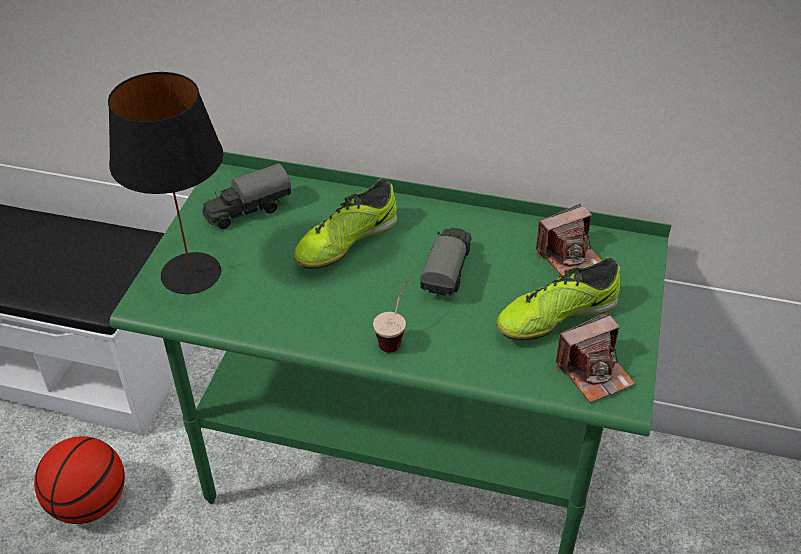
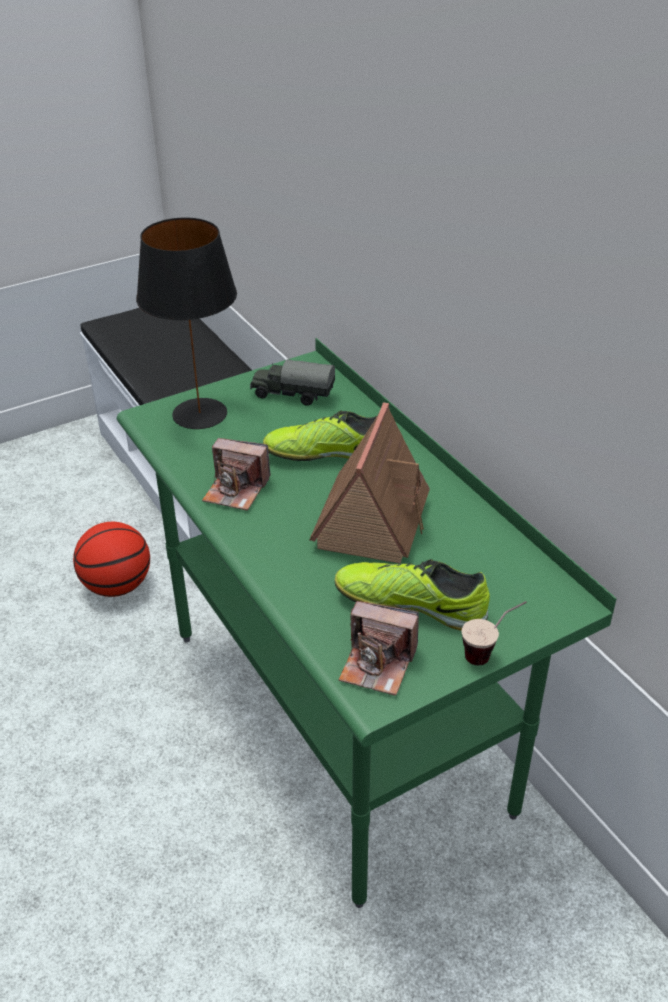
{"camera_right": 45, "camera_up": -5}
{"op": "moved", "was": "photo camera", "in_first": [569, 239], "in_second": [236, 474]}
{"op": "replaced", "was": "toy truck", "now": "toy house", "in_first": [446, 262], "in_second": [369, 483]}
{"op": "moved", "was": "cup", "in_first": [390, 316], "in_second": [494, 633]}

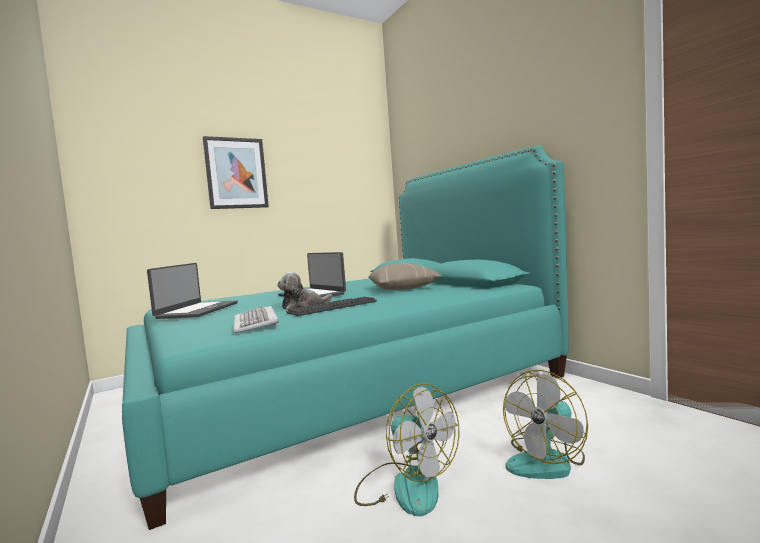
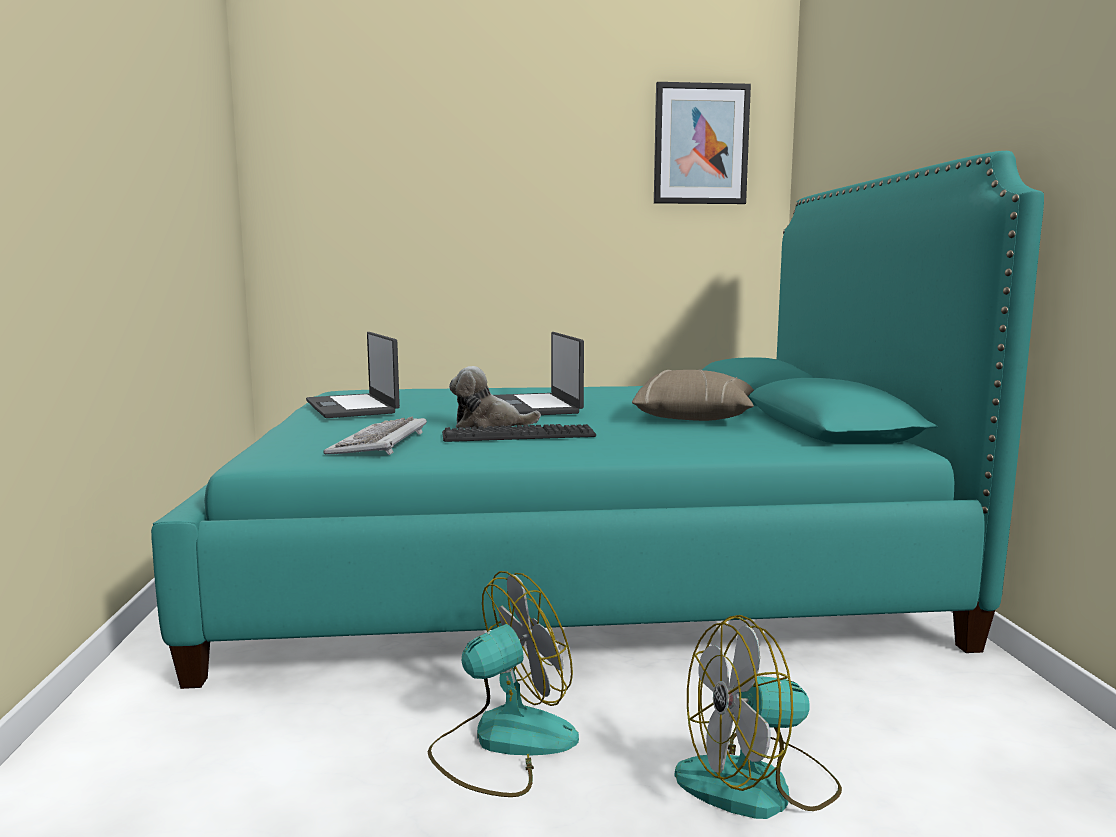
{"camera_right": 25, "camera_up": 5}
{"op": "moved", "was": "picture", "in_first": [236, 172], "in_second": [702, 143]}
{"op": "turned", "was": "laptop", "in_first": [192, 291], "in_second": [353, 375], "clockwise": 120}
{"op": "turned", "was": "fan", "in_first": [406, 449], "in_second": [503, 684], "clockwise": -105}

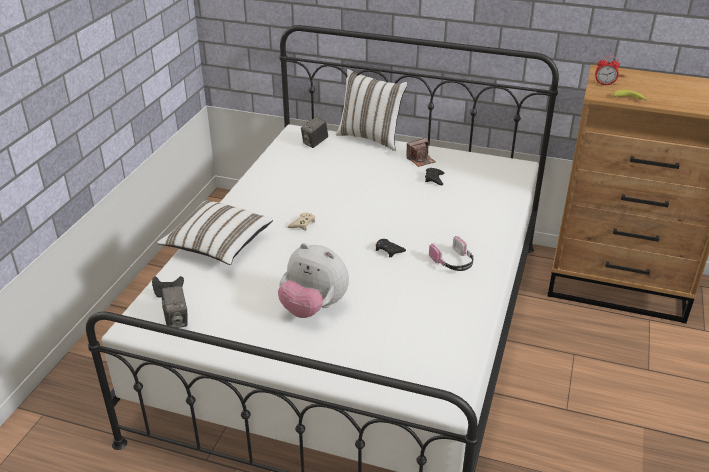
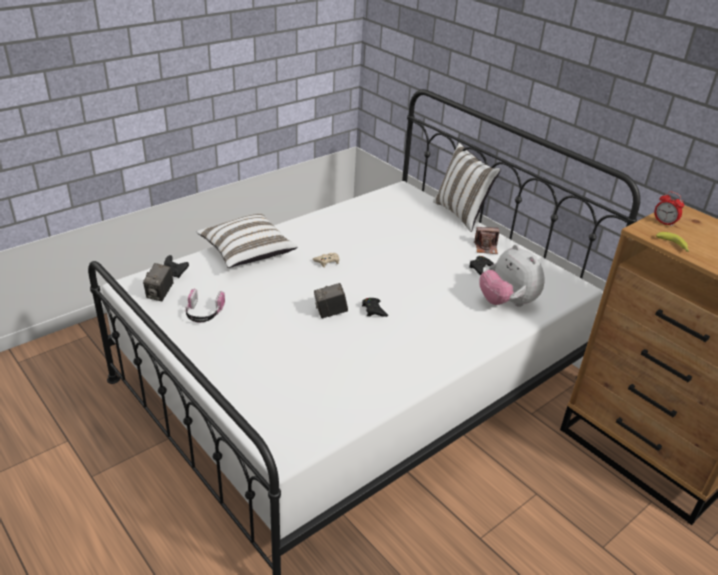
{"camera_right": 30, "camera_up": 0}
{"op": "moved", "was": "photo camera", "in_first": [314, 132], "in_second": [331, 300]}
{"op": "moved", "was": "headphones", "in_first": [451, 253], "in_second": [204, 305]}
{"op": "moved", "was": "plush toy", "in_first": [313, 280], "in_second": [512, 275]}

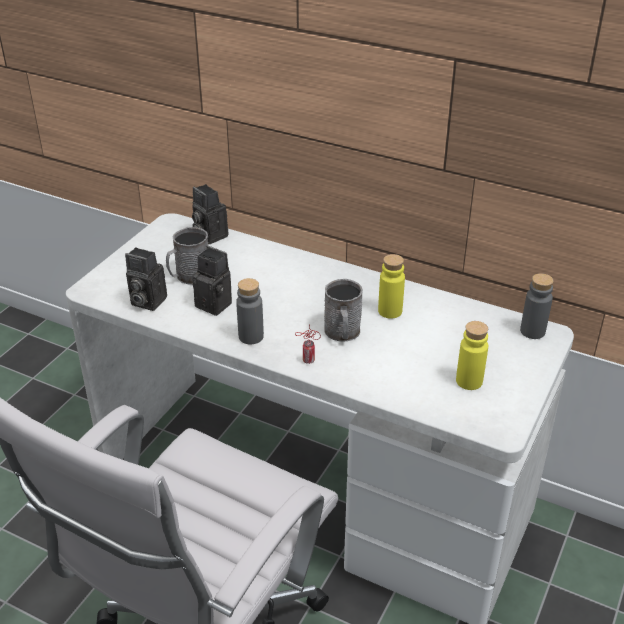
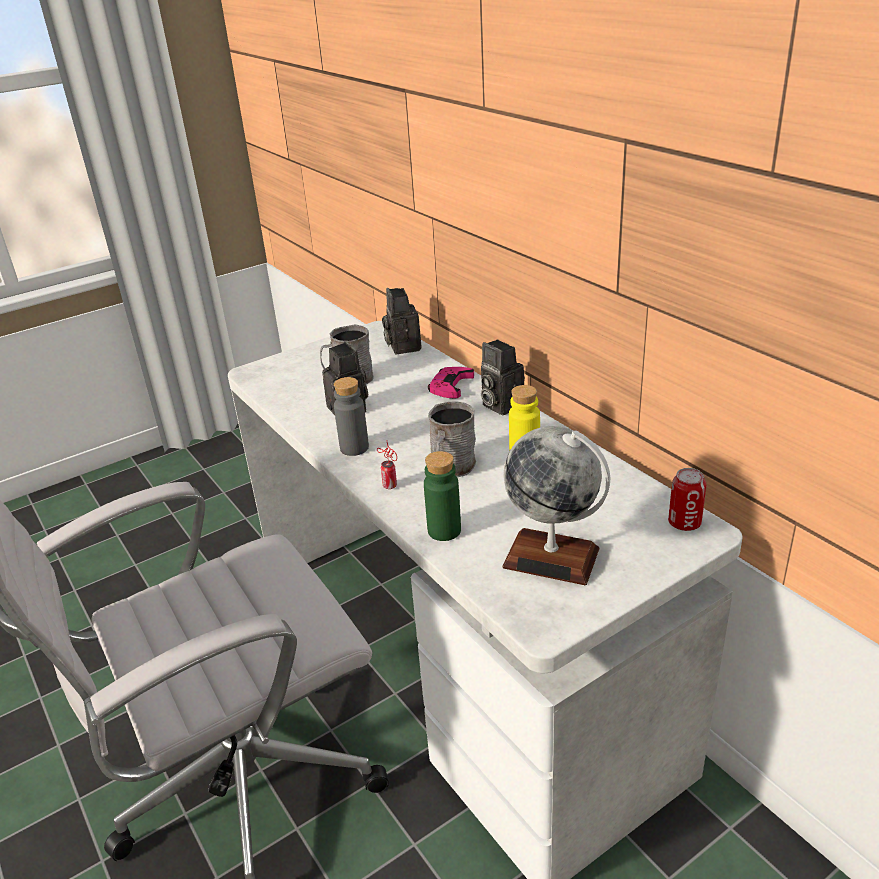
{"camera_right": 30, "camera_up": -5}
{"op": "moved", "was": "photo camera", "in_first": [146, 279], "in_second": [503, 377]}
{"op": "replaced", "was": "bottle (grey)", "now": "can", "in_first": [537, 306], "in_second": [687, 499]}
{"op": "replaced", "was": "bottle (yellow)", "now": "globe", "in_first": [472, 355], "in_second": [556, 505]}
{"op": "added", "now": "game controller (pink)", "in_second": [451, 382]}
{"op": "added", "now": "bottle (green)", "in_second": [442, 496]}

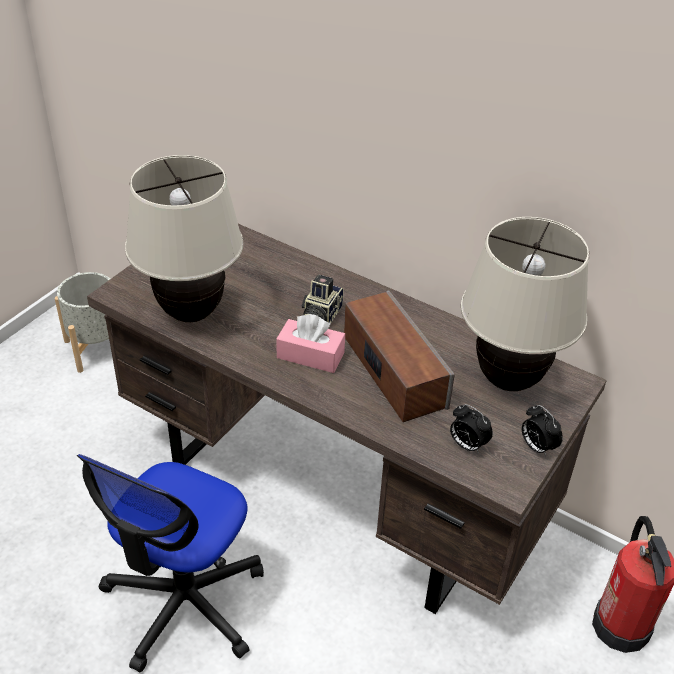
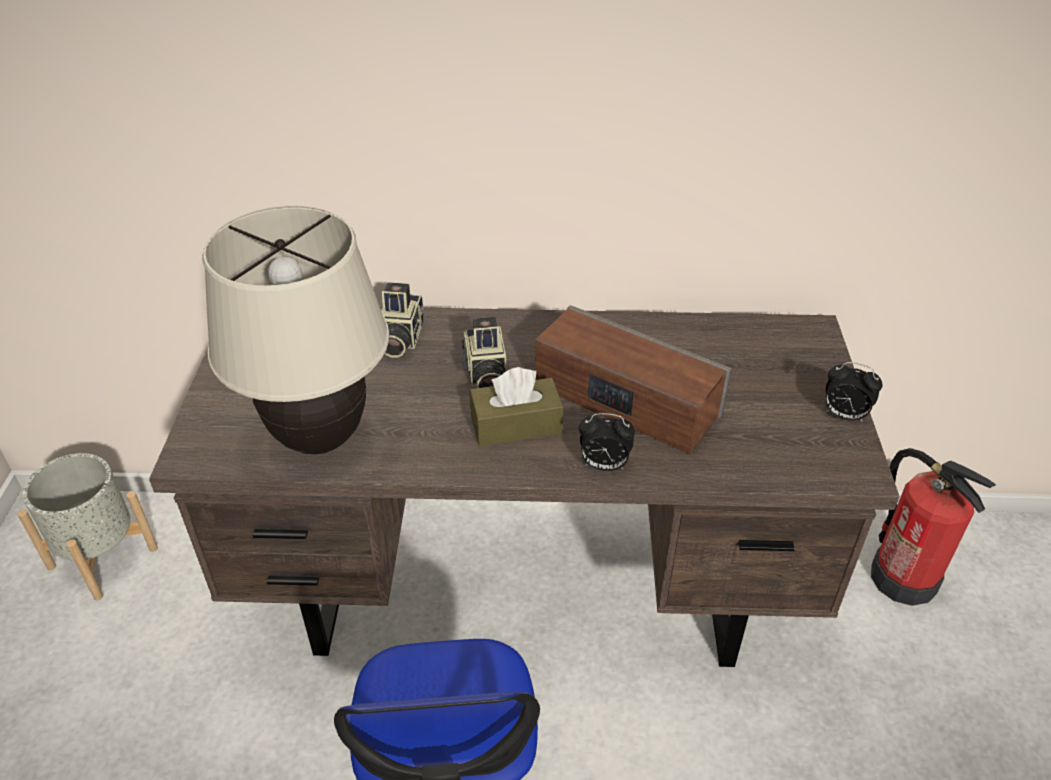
{"camera_right": -30, "camera_up": 0}
{"op": "removed", "was": "table lamp (beige)", "in_first": [525, 304]}
{"op": "recoloured", "was": "tissue box (pink)", "now": "tissue box (brown)", "in_first": [310, 343], "in_second": [516, 406]}
{"op": "moved", "was": "alarm clock", "in_first": [471, 429], "in_second": [607, 442]}
{"op": "added", "now": "photo camera", "in_second": [402, 320]}

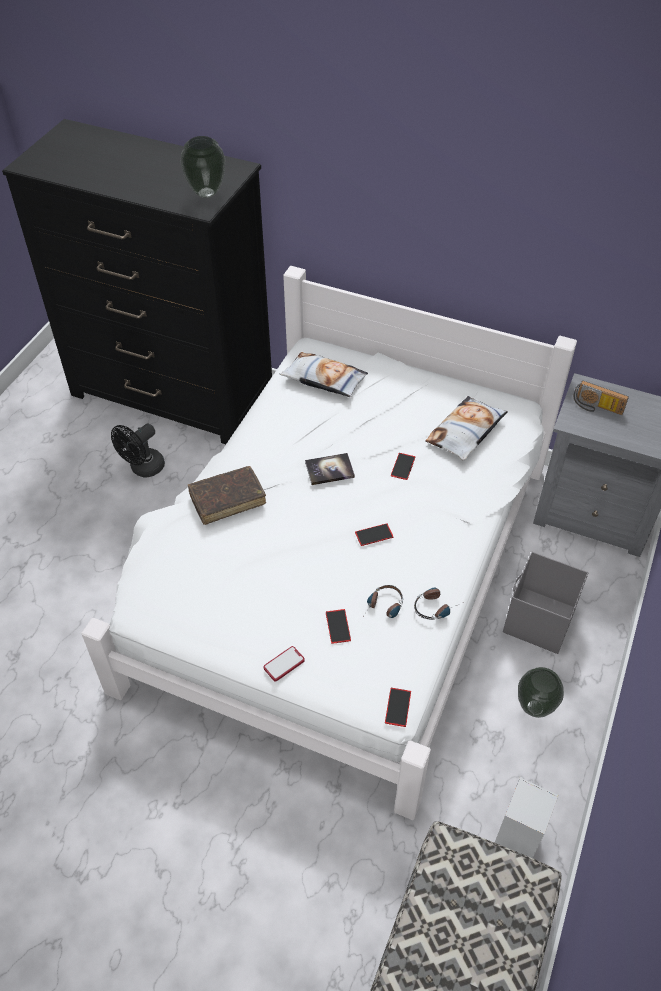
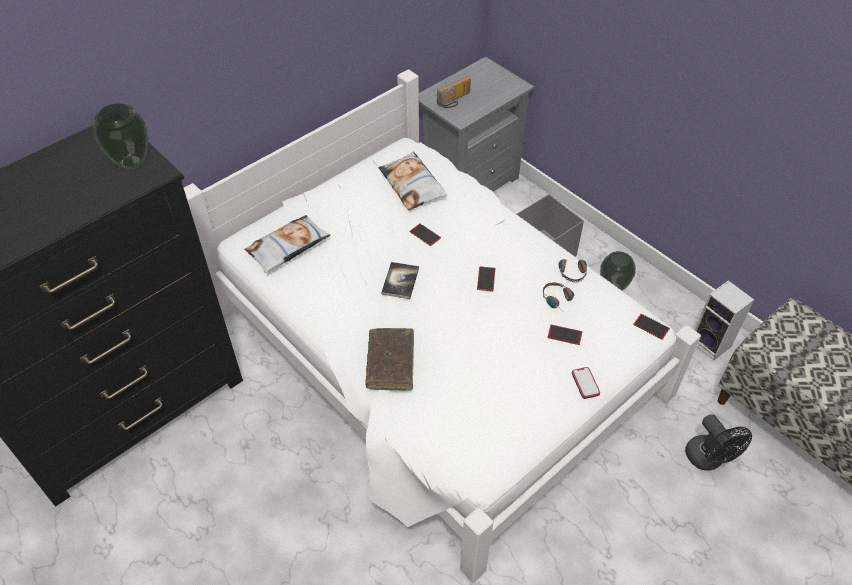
{"camera_right": -65, "camera_up": 0}
{"op": "moved", "was": "fan (black)", "in_first": [138, 450], "in_second": [718, 442]}

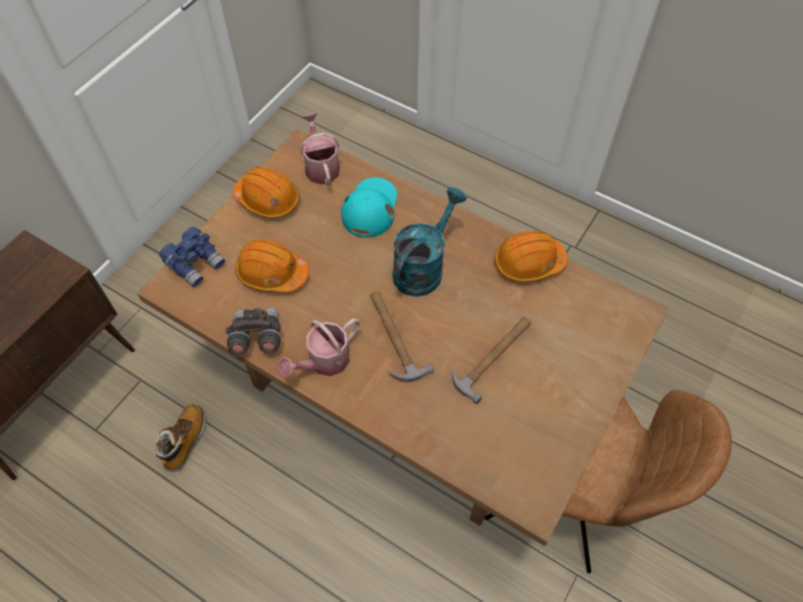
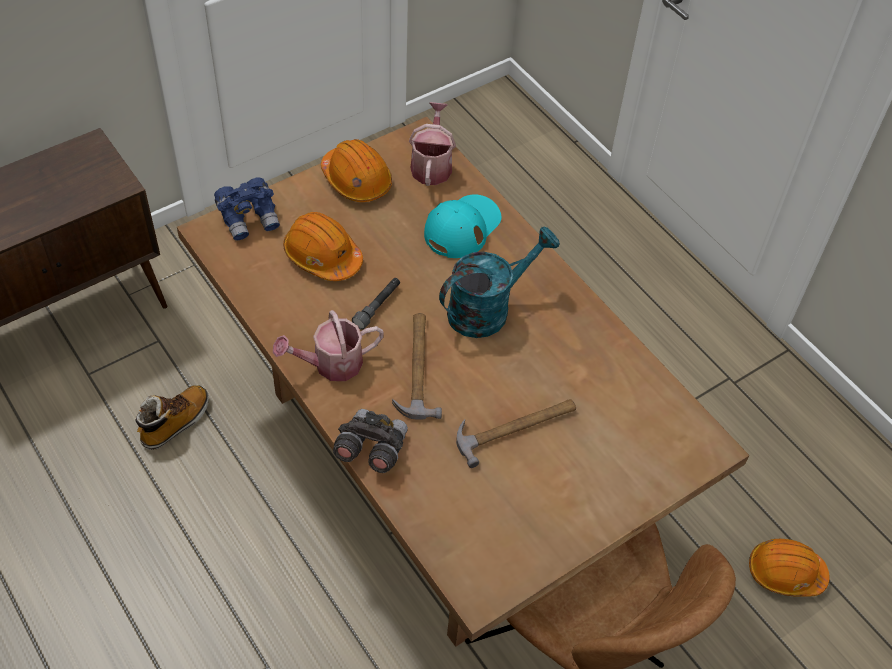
{"camera_right": 20, "camera_up": -5}
{"op": "moved", "was": "hard hat (orange)", "in_first": [531, 256], "in_second": [789, 568]}
{"op": "moved", "was": "binoculars (grey)", "in_first": [253, 332], "in_second": [370, 441]}
{"op": "added", "now": "flashlight (grey)", "in_second": [376, 304]}

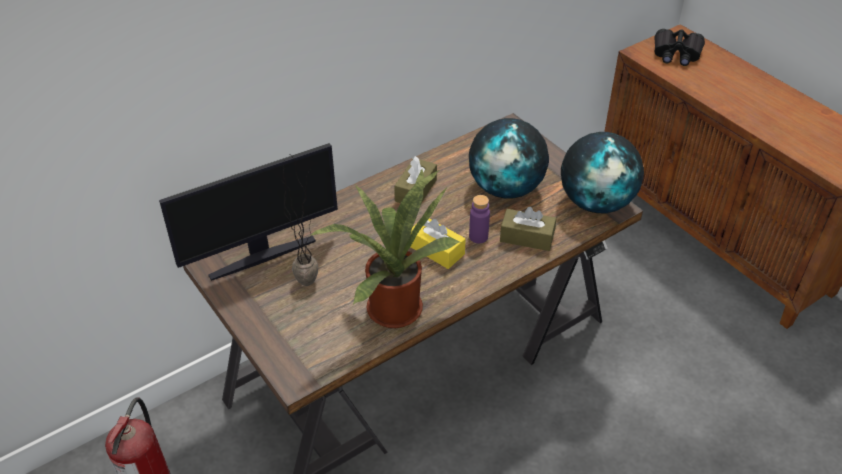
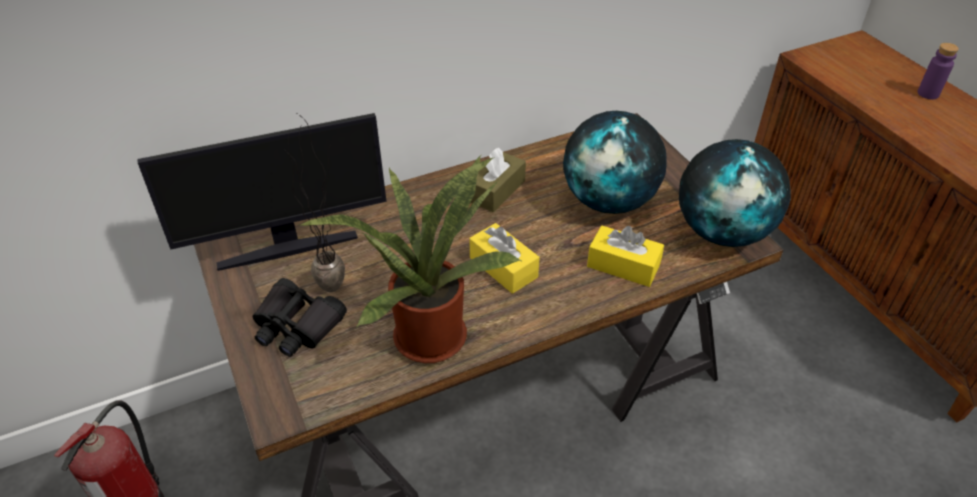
{"camera_right": 10, "camera_up": 0}
{"op": "moved", "was": "binoculars (black)", "in_first": [679, 47], "in_second": [300, 317]}
{"op": "moved", "was": "bottle (purple)", "in_first": [479, 219], "in_second": [938, 71]}
{"op": "recoloured", "was": "tissue box (brown)", "now": "tissue box (yellow)", "in_first": [528, 229], "in_second": [625, 256]}

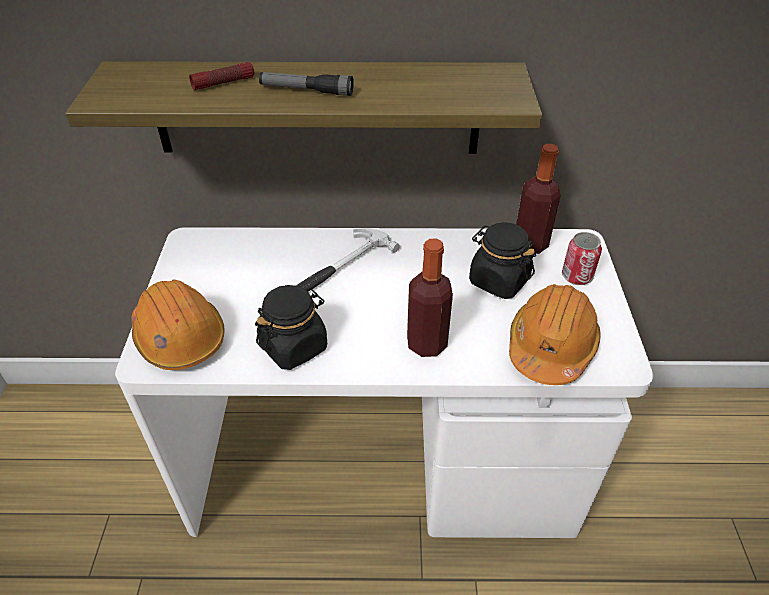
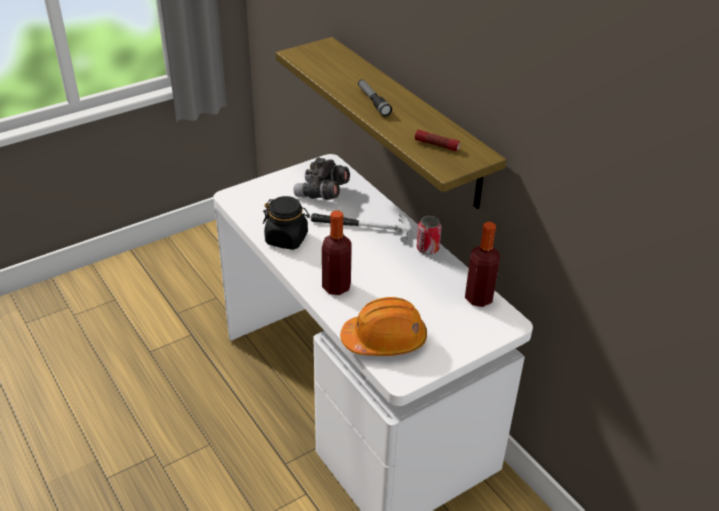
{"camera_right": 55, "camera_up": -5}
{"op": "moved", "was": "flashlight", "in_first": [221, 76], "in_second": [437, 140]}
{"op": "removed", "was": "jar (black)", "in_first": [502, 260]}
{"op": "moved", "was": "can", "in_first": [582, 258], "in_second": [429, 235]}
{"op": "removed", "was": "hard hat (orange)", "in_first": [178, 324]}
{"op": "added", "now": "binoculars (grey)", "in_second": [322, 178]}

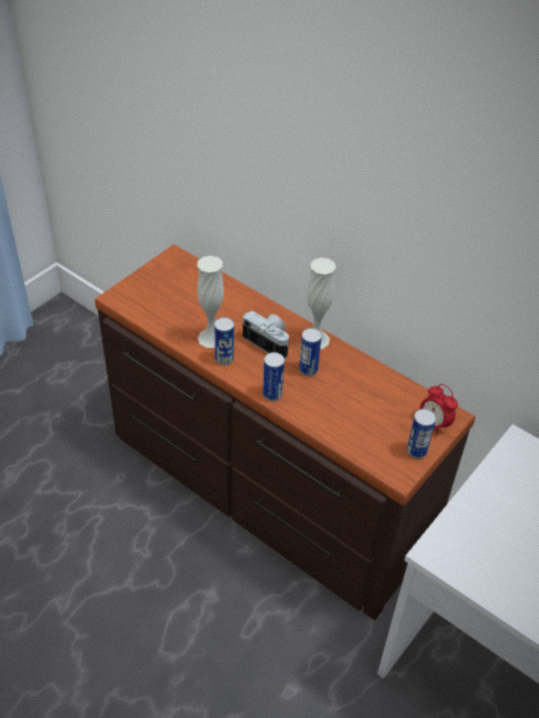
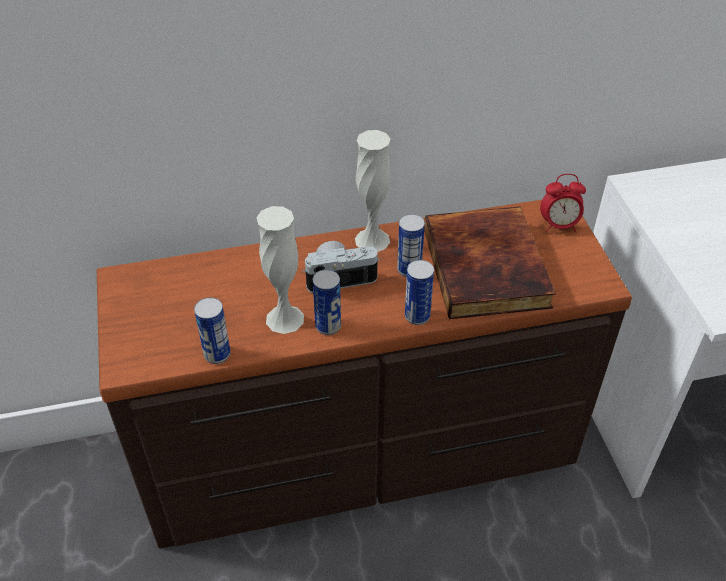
{"camera_right": -50, "camera_up": 0}
{"op": "moved", "was": "can", "in_first": [421, 434], "in_second": [212, 330]}
{"op": "added", "now": "book", "in_second": [490, 262]}

